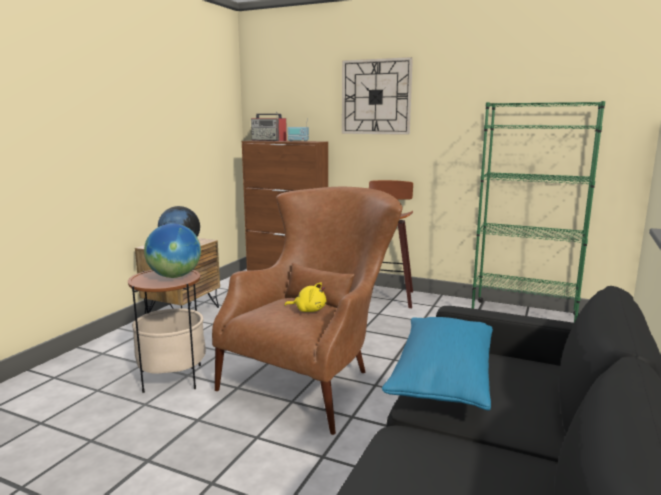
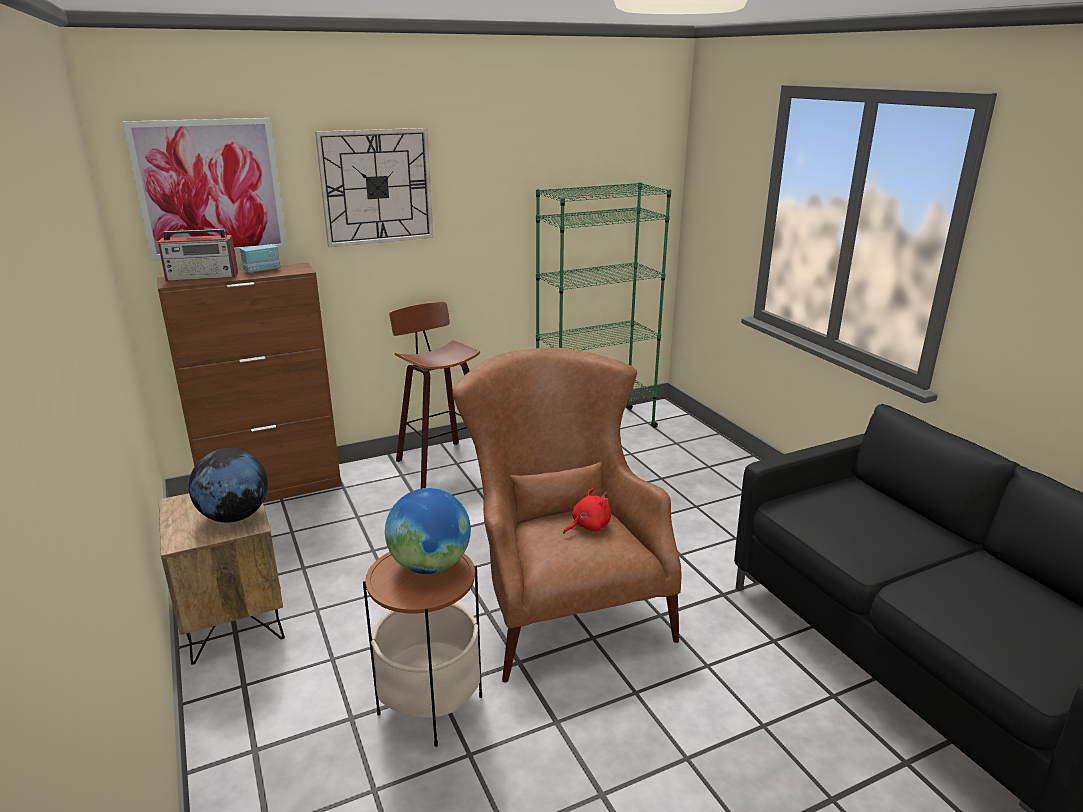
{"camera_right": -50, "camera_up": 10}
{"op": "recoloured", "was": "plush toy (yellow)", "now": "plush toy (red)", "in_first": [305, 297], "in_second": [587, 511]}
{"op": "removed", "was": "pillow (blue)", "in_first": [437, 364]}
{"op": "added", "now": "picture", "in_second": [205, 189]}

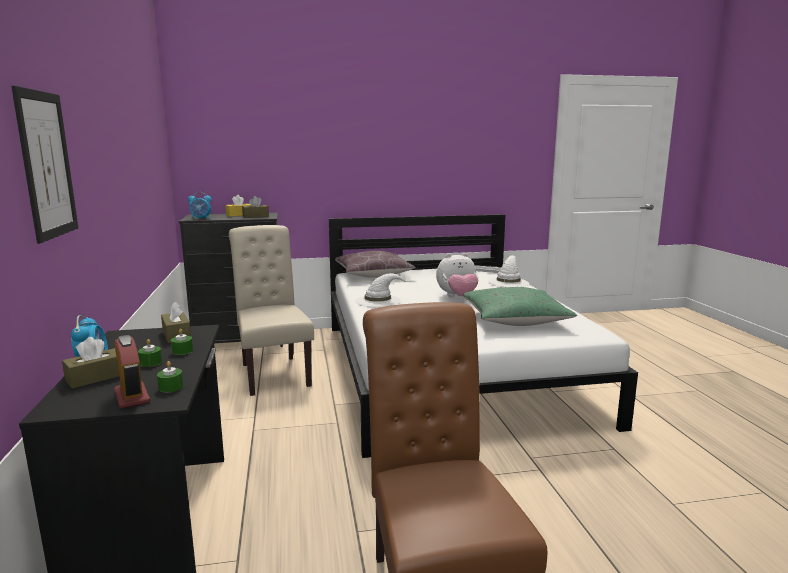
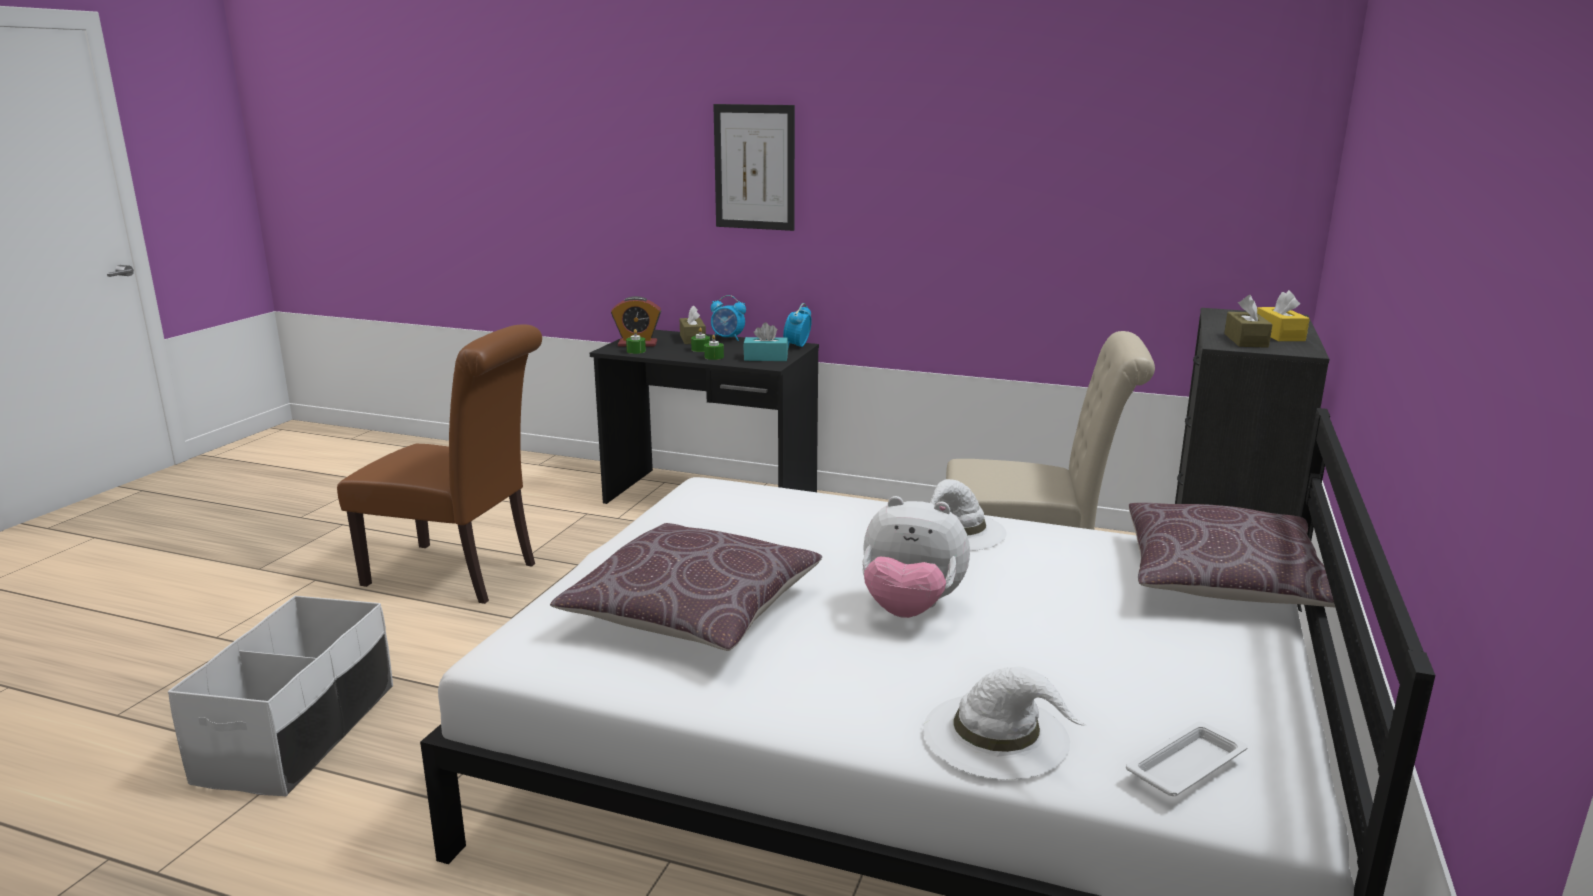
{"camera_right": 120, "camera_up": 5}
{"op": "moved", "was": "alarm clock", "in_first": [200, 206], "in_second": [797, 326]}
{"op": "turned", "was": "plush toy", "in_first": [457, 275], "in_second": [916, 557], "clockwise": -90}
{"op": "recoloured", "was": "pillow (green)", "now": "pillow (brown)", "in_first": [520, 306], "in_second": [686, 587]}
{"op": "recoloured", "was": "tissue box (brown)", "now": "tissue box (turquoise)", "in_first": [176, 322], "in_second": [765, 341]}
{"op": "added", "now": "storage box (white)", "in_second": [280, 696]}

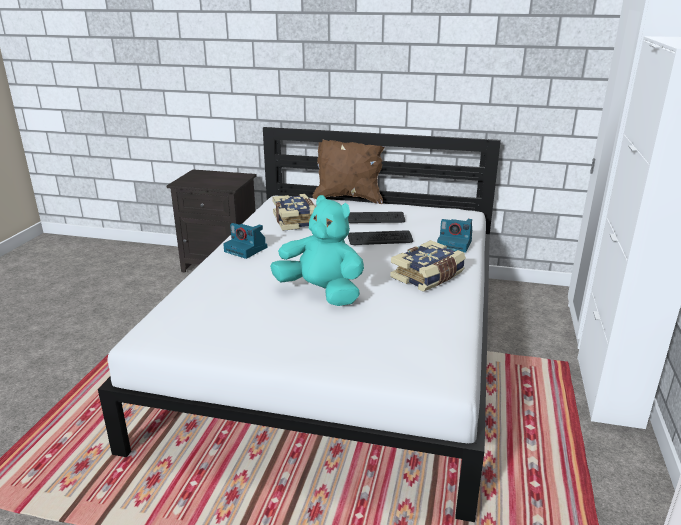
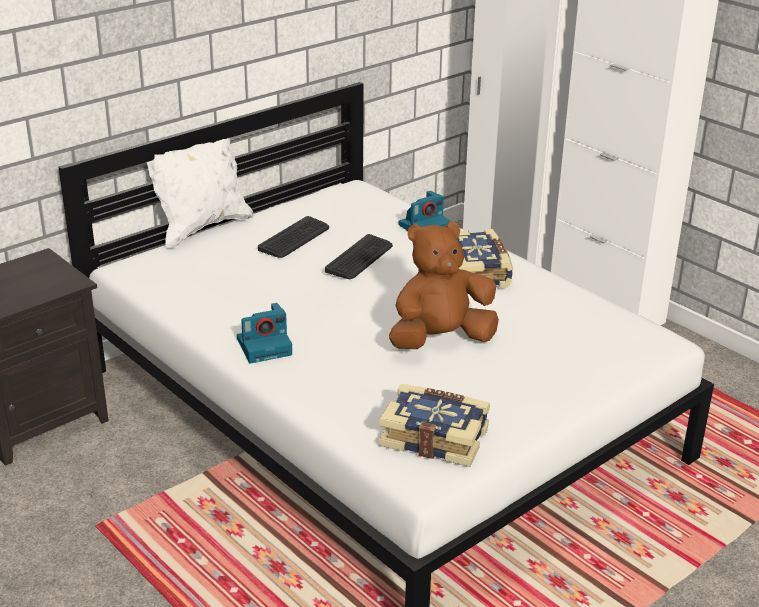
{"camera_right": -55, "camera_up": 5}
{"op": "recoloured", "was": "pillow (brown)", "now": "pillow (white)", "in_first": [349, 171], "in_second": [200, 183]}
{"op": "moved", "was": "book", "in_first": [293, 212], "in_second": [434, 425]}
{"op": "recoloured", "was": "plush toy (turquoise)", "now": "plush toy (brown)", "in_first": [317, 250], "in_second": [444, 285]}

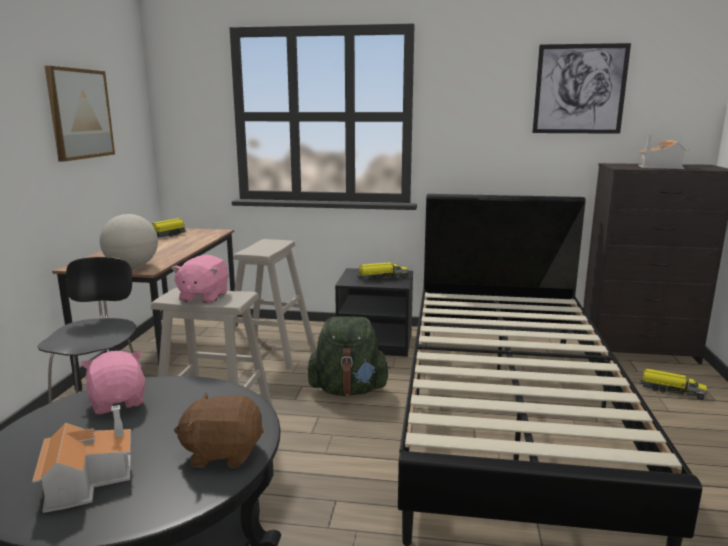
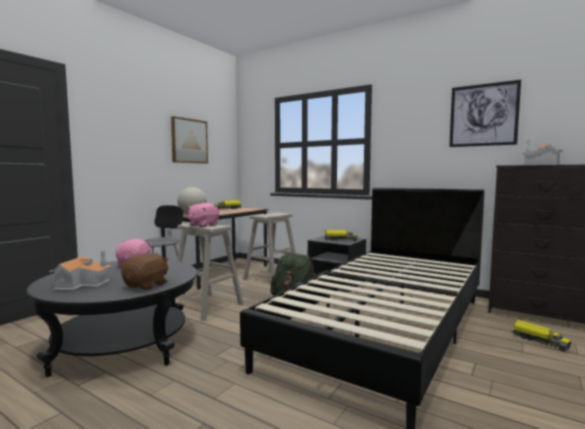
{"camera_right": 25, "camera_up": -10}
{"op": "turned", "was": "plush toy (brown)", "in_first": [219, 430], "in_second": [145, 271], "clockwise": 90}

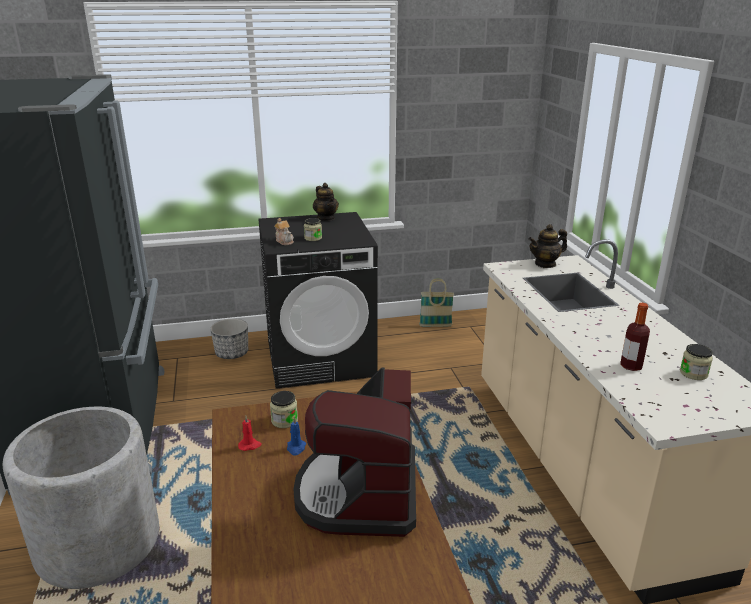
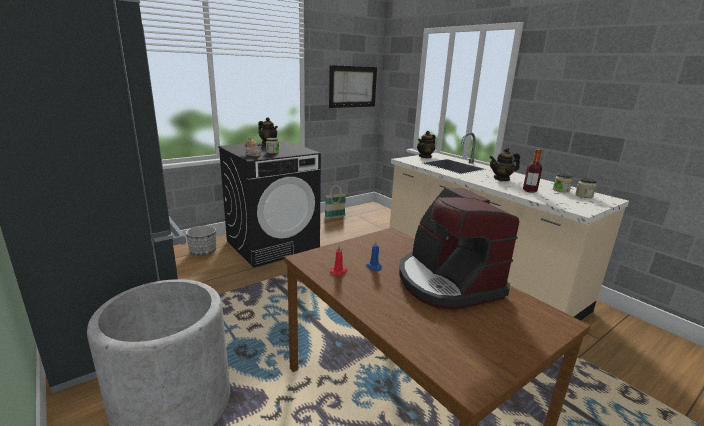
{"camera_right": -25, "camera_up": -5}
{"op": "moved", "was": "jar", "in_first": [284, 409], "in_second": [586, 188]}
{"op": "added", "now": "picture", "in_second": [353, 86]}
{"op": "added", "now": "teapot", "in_second": [504, 164]}

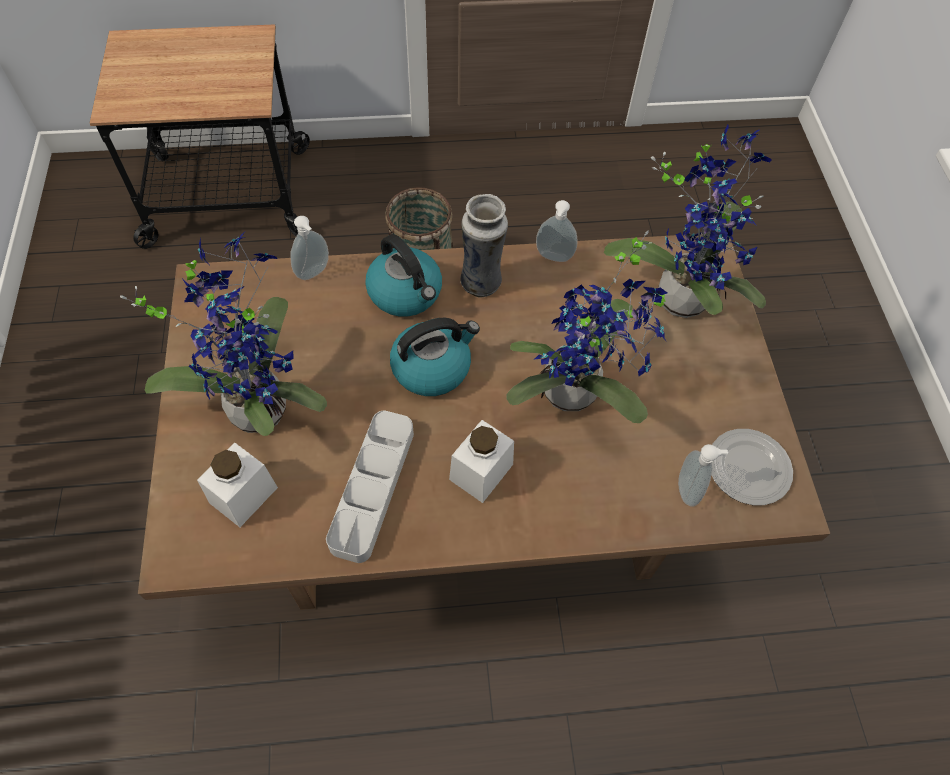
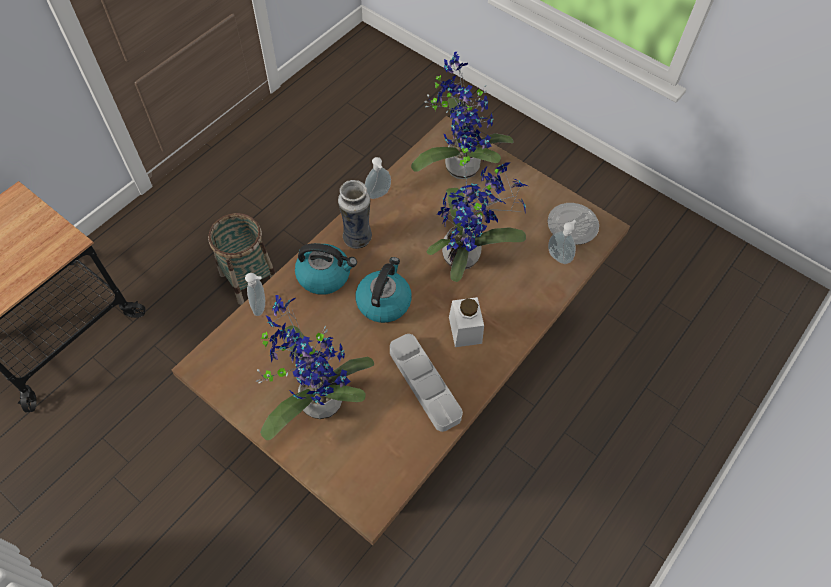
{"camera_right": -45, "camera_up": 0}
{"op": "removed", "was": "jar (white)", "in_first": [237, 485]}

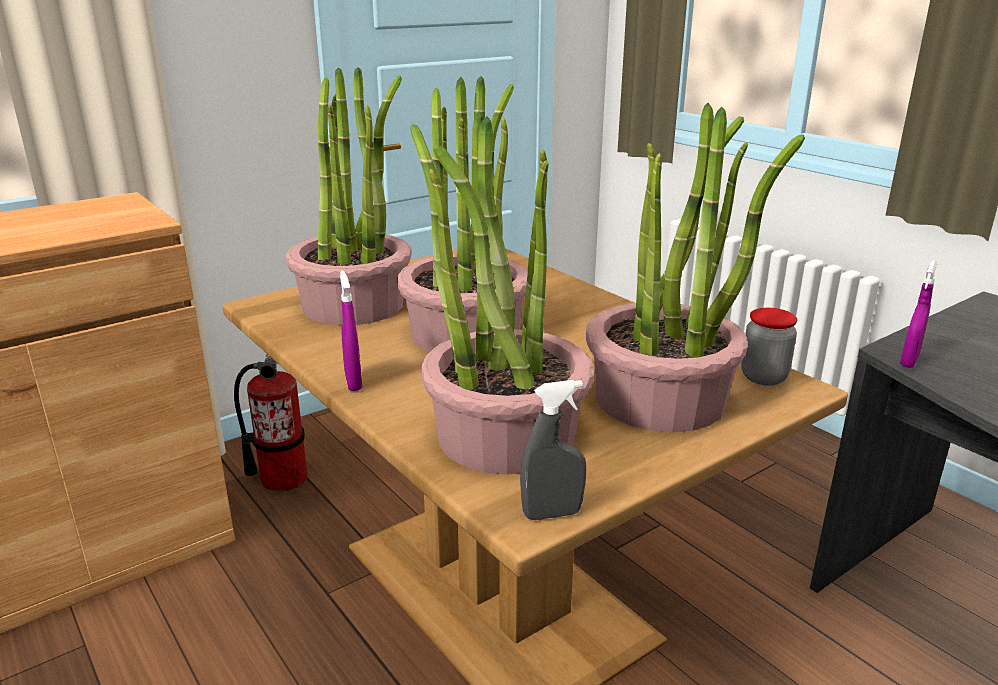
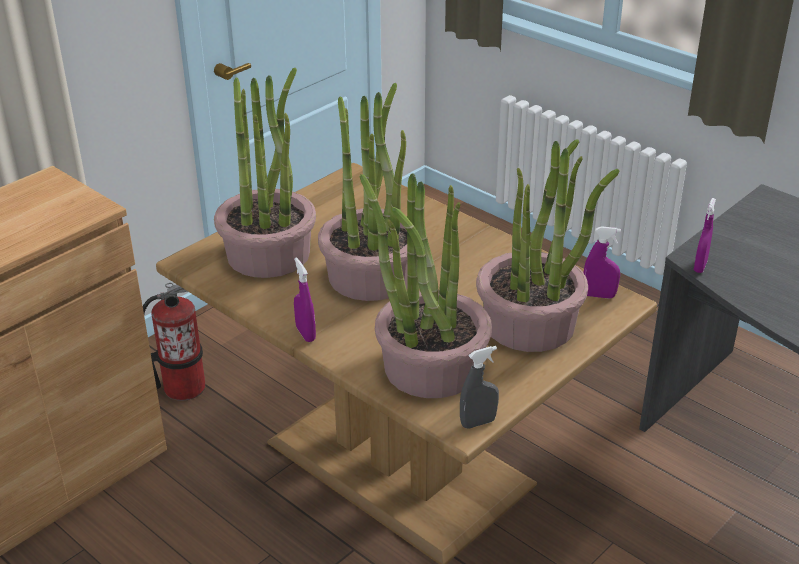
{"camera_right": -10, "camera_up": 10}
{"op": "replaced", "was": "jar", "now": "spray bottle (purple)", "in_first": [769, 347], "in_second": [602, 262]}

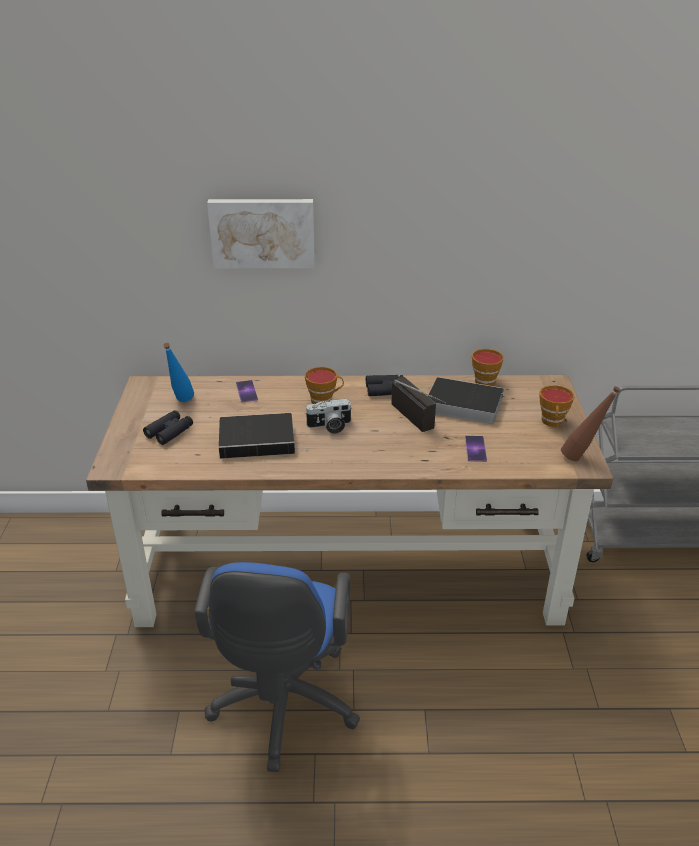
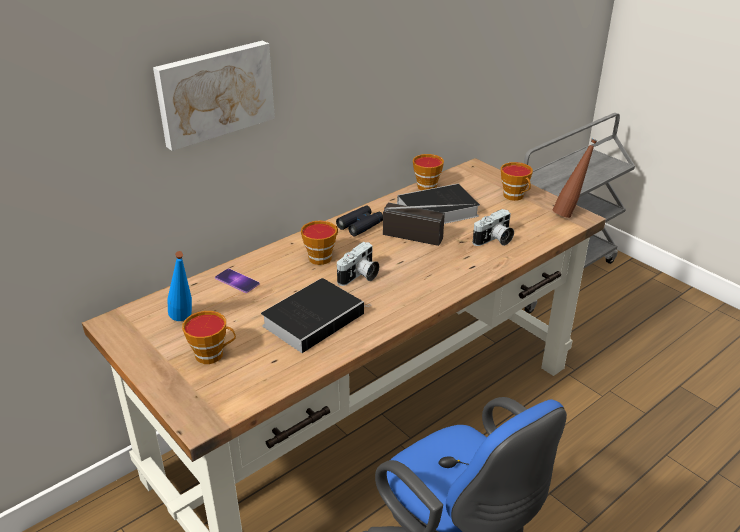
{"camera_right": -40, "camera_up": 0}
{"op": "replaced", "was": "binoculars (black)", "now": "cup", "in_first": [168, 427], "in_second": [209, 337]}
{"op": "replaced", "was": "phone", "now": "photo camera", "in_first": [476, 449], "in_second": [493, 227]}

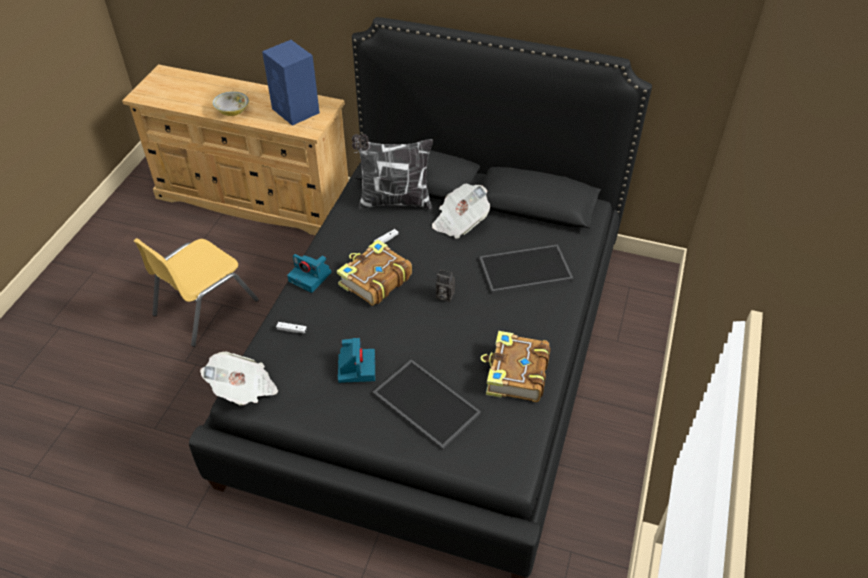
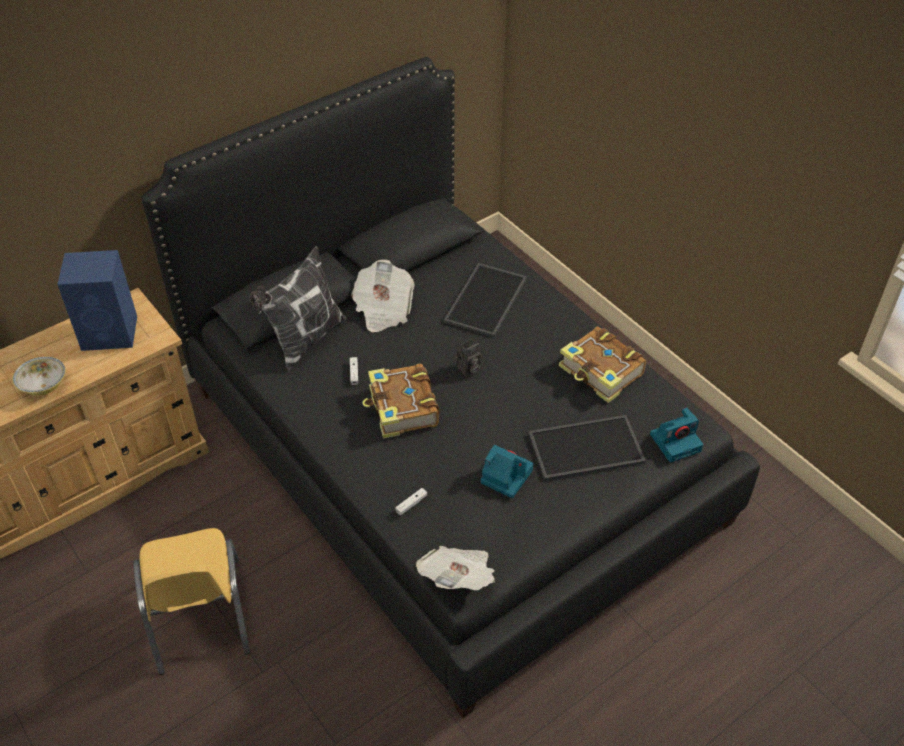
{"camera_right": -55, "camera_up": 0}
{"op": "moved", "was": "photo camera", "in_first": [309, 273], "in_second": [676, 435]}

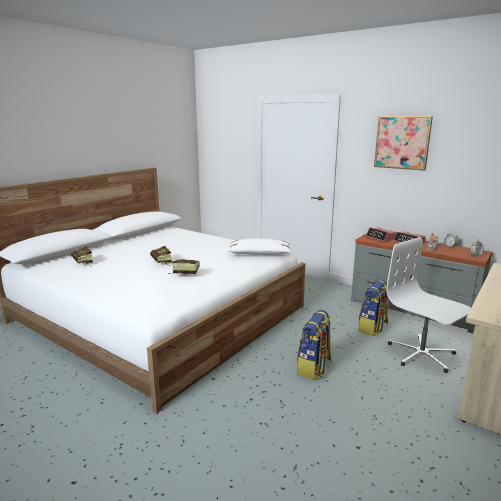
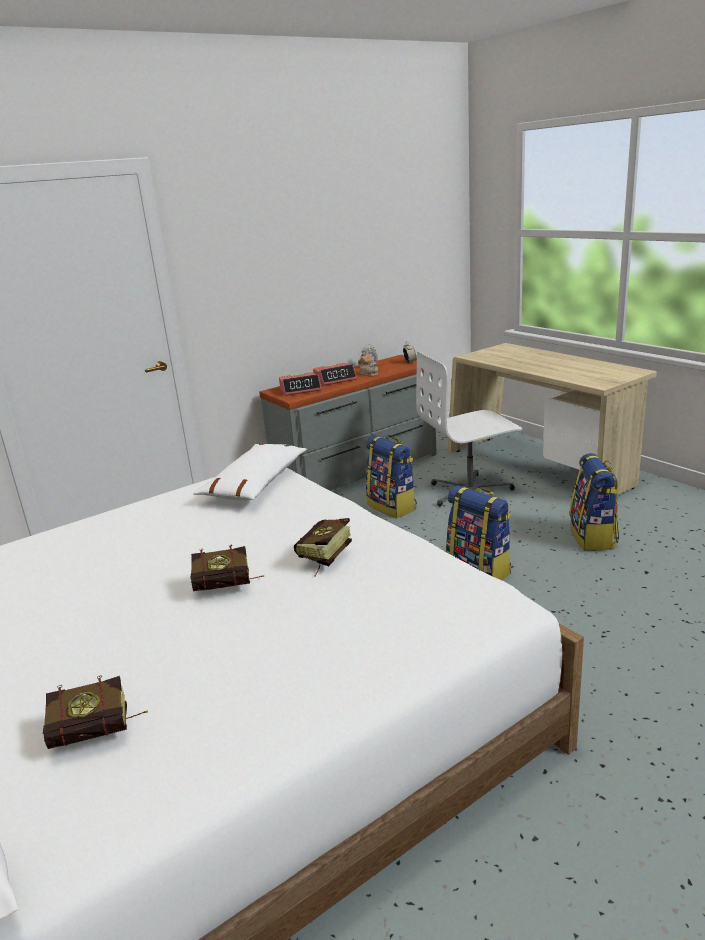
{"camera_right": -70, "camera_up": 5}
{"op": "removed", "was": "picture", "in_first": [403, 143]}
{"op": "added", "now": "backpack", "in_second": [594, 502]}

